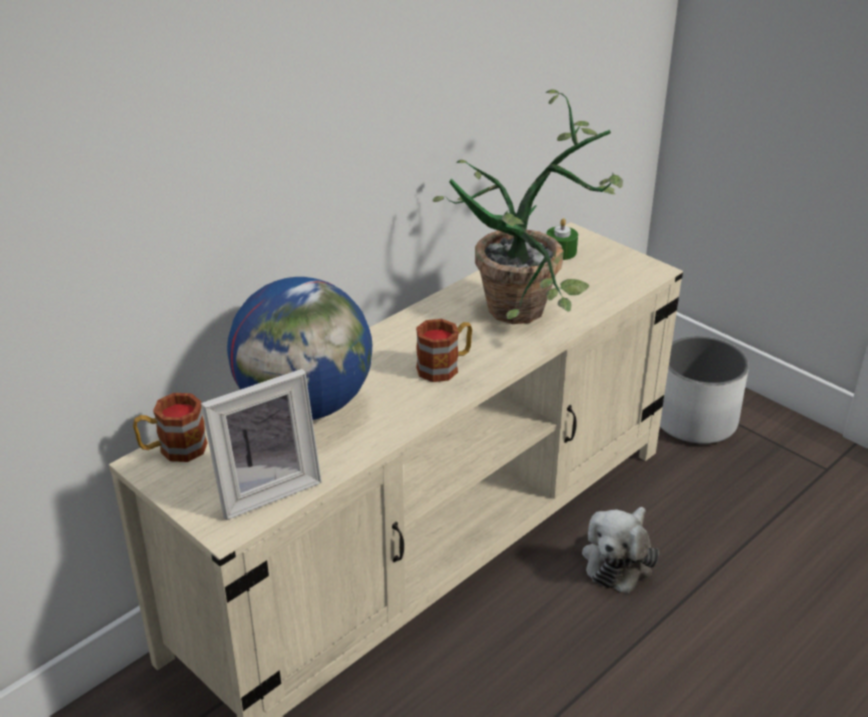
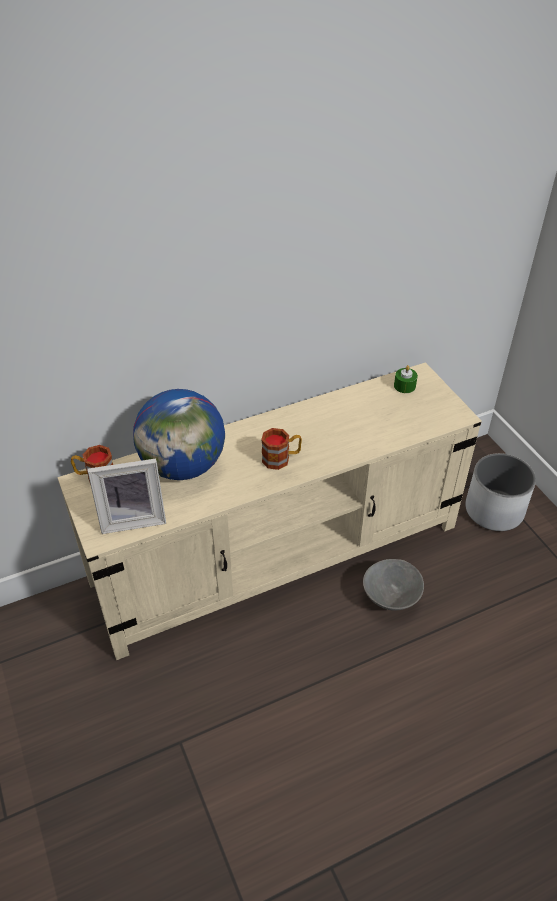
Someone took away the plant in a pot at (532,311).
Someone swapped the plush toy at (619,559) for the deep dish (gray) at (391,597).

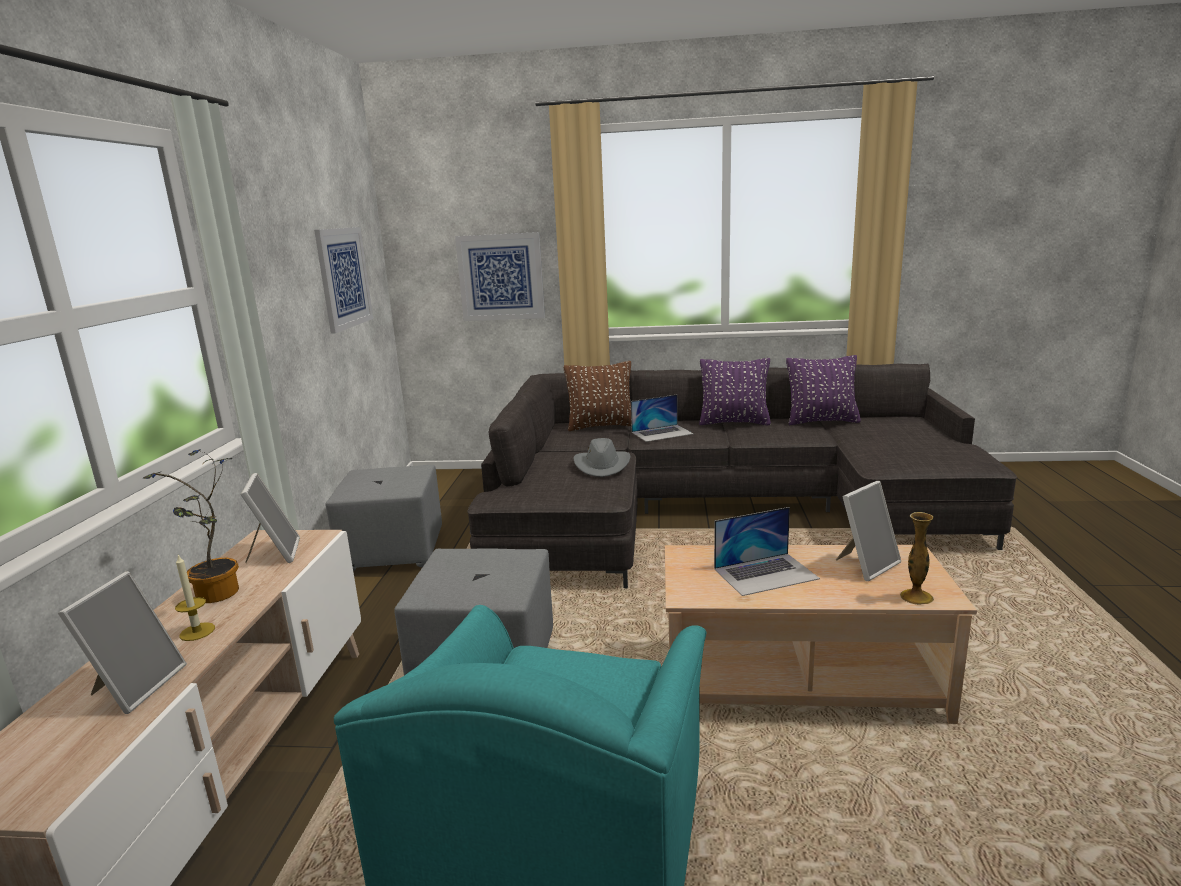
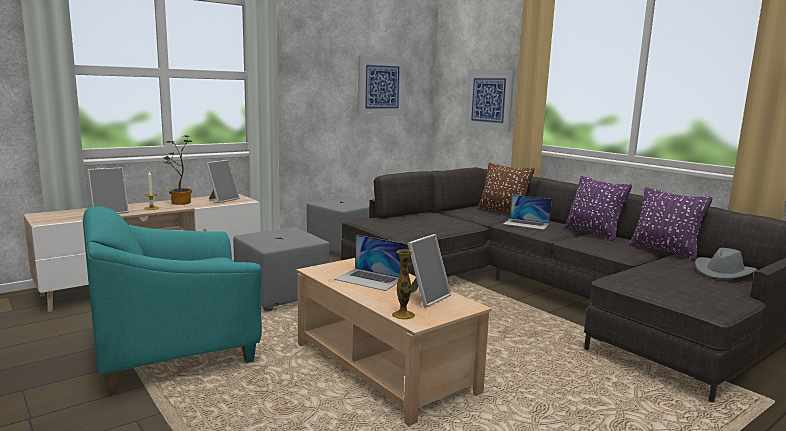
Someone carried the hat (gray) from (602,465) to (724,272).
Someone rotated the picture frame at (866,565) by 60 degrees counterclockwise.

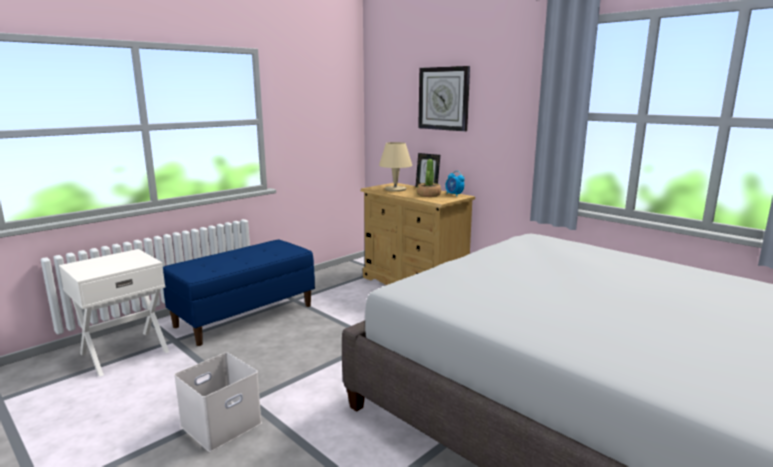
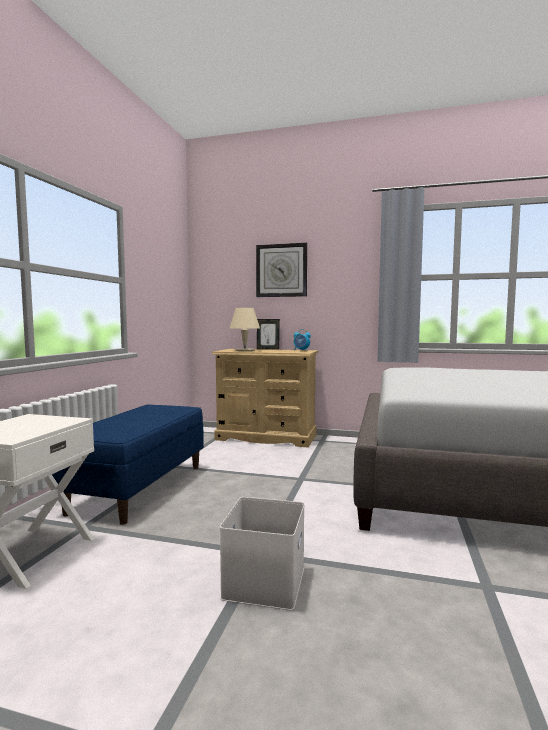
Someone took away the plant in a pot at (428,195).

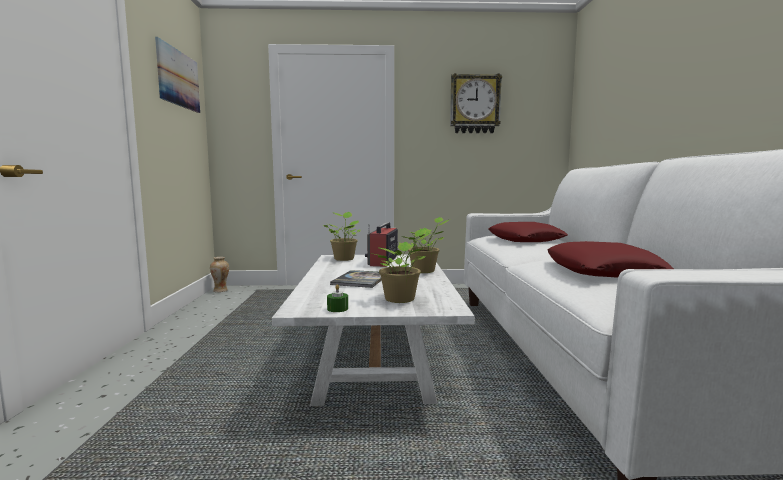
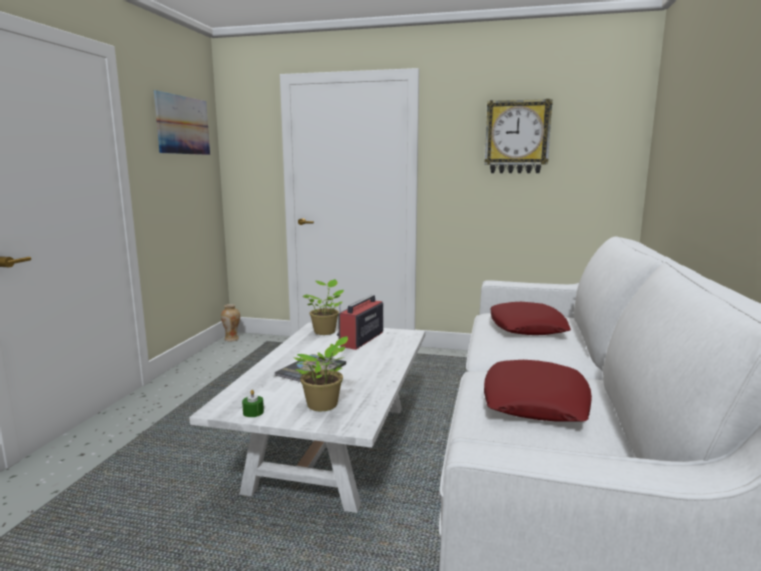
Someone took away the plant in a pot at (425,271).

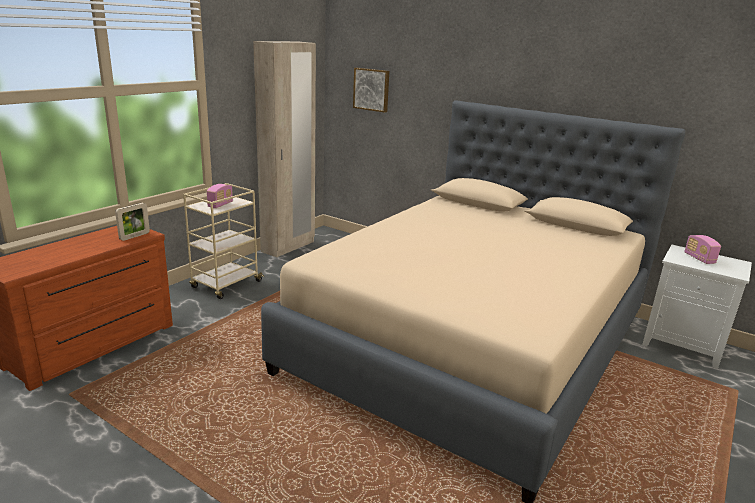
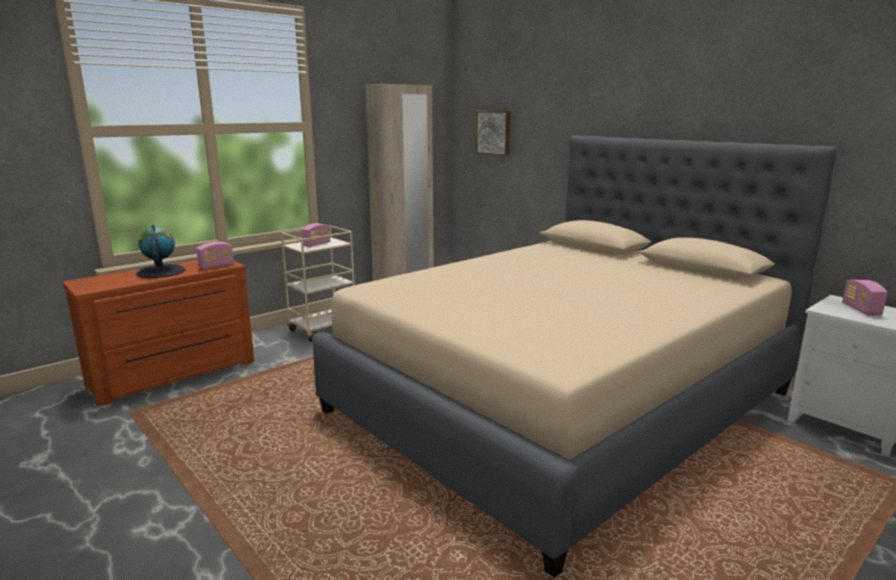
Someone put down the desk globe at (160,272).
Someone swapped the picture frame at (134,236) for the radio at (216,266).

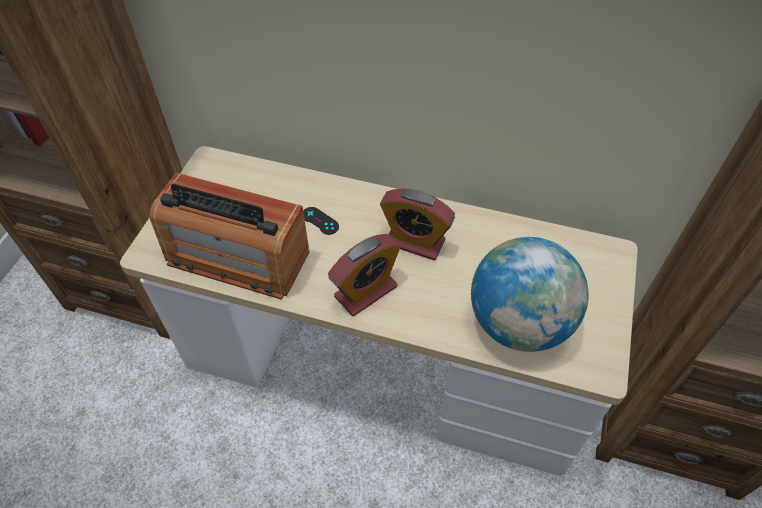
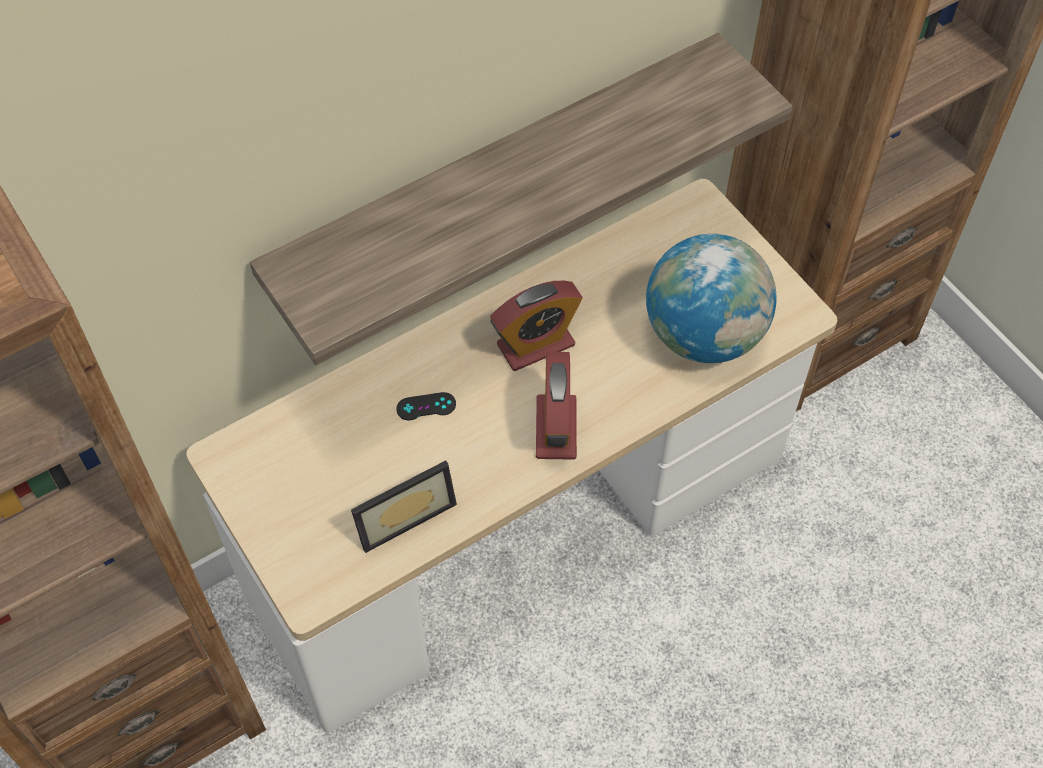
Someone put up the wall shelf at (497,175).
Someone swapped the radio at (237,258) for the picture frame at (402,513).

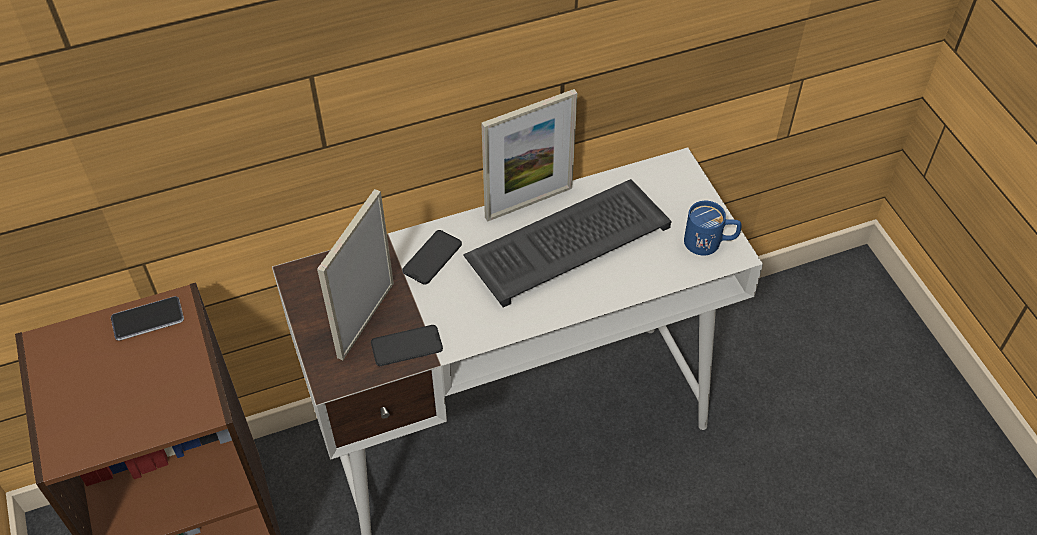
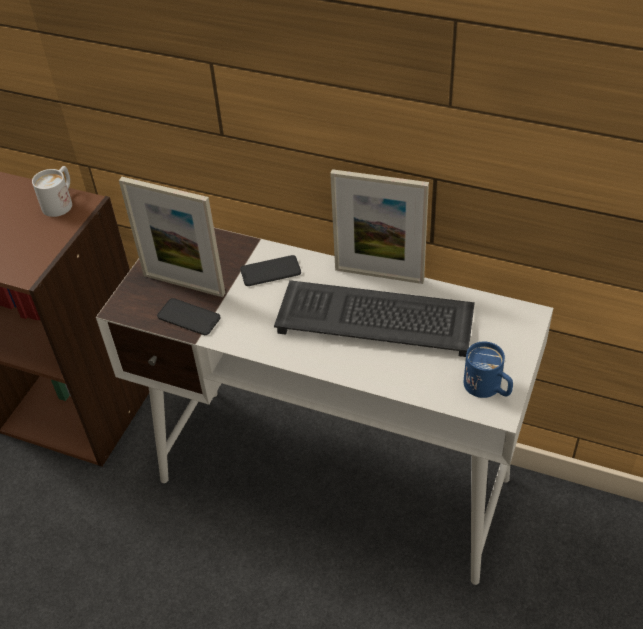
Someone swapped the handset at (148,319) for the coffee mug (white) at (61,202).
Someone rotated the picture frame at (366,320) by 135 degrees counterclockwise.

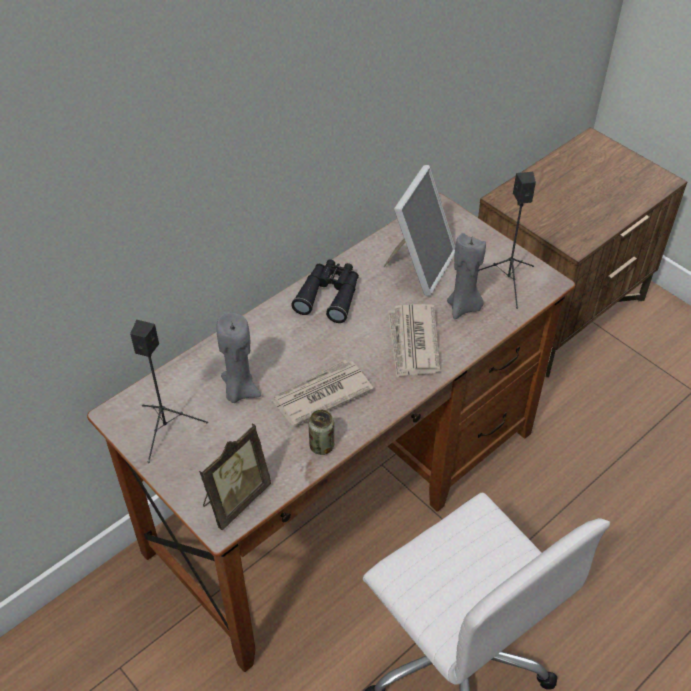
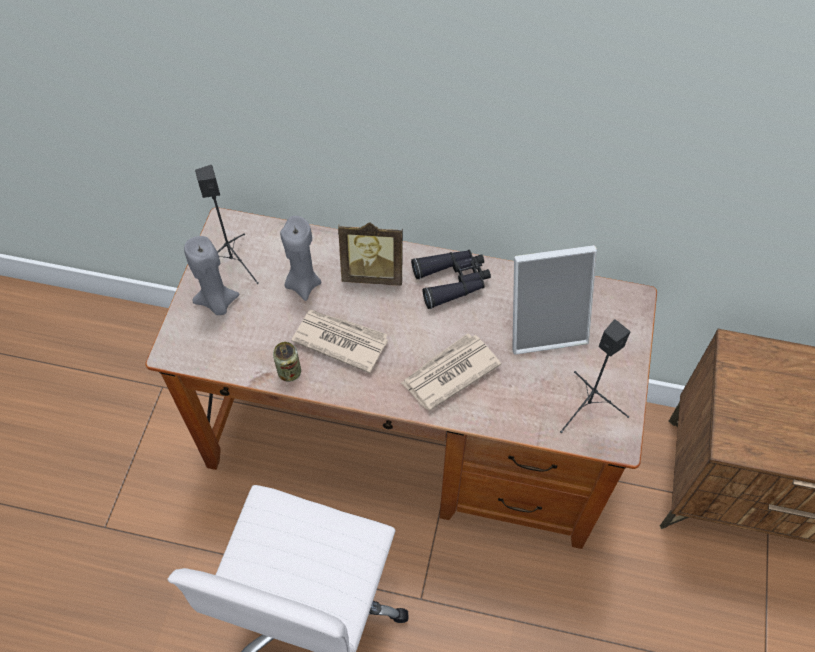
Someone carried the picture frame from (234,499) to (373,273).
Someone carried the wax candle (gray) from (464,307) to (217,303).

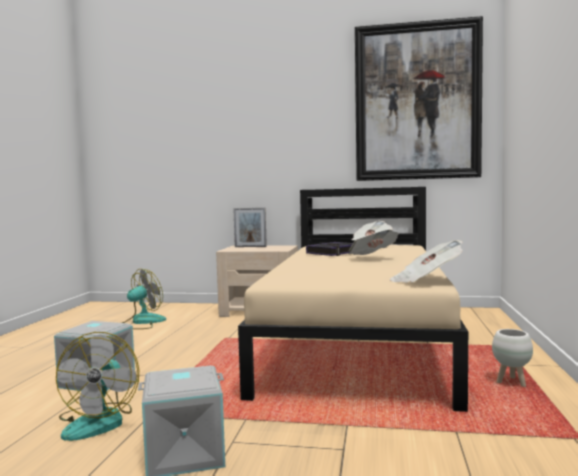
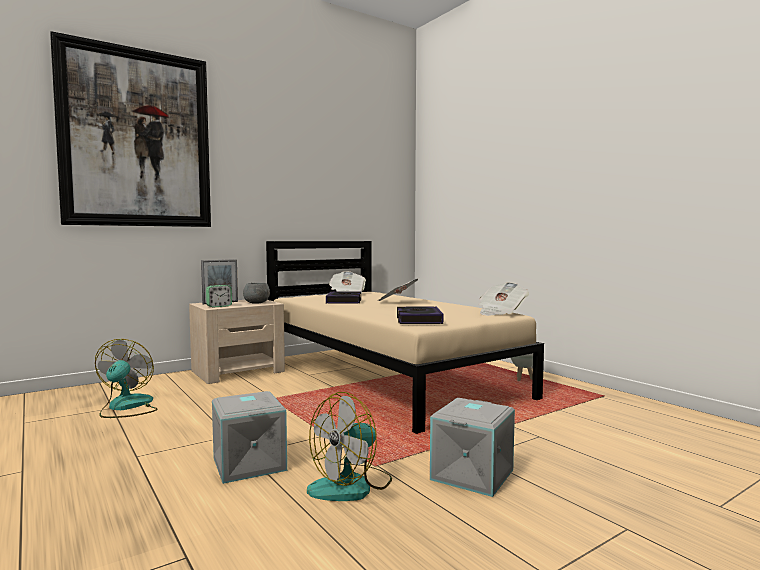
Someone put down the alarm clock at (219,306).
Someone put down the deep dish (gray) at (257,303).
Someone put down the volume at (418,320).
Someone carried the picture from (417,102) to (137,139).
Someone rotated the electric fan at (99,421) by 90 degrees clockwise.

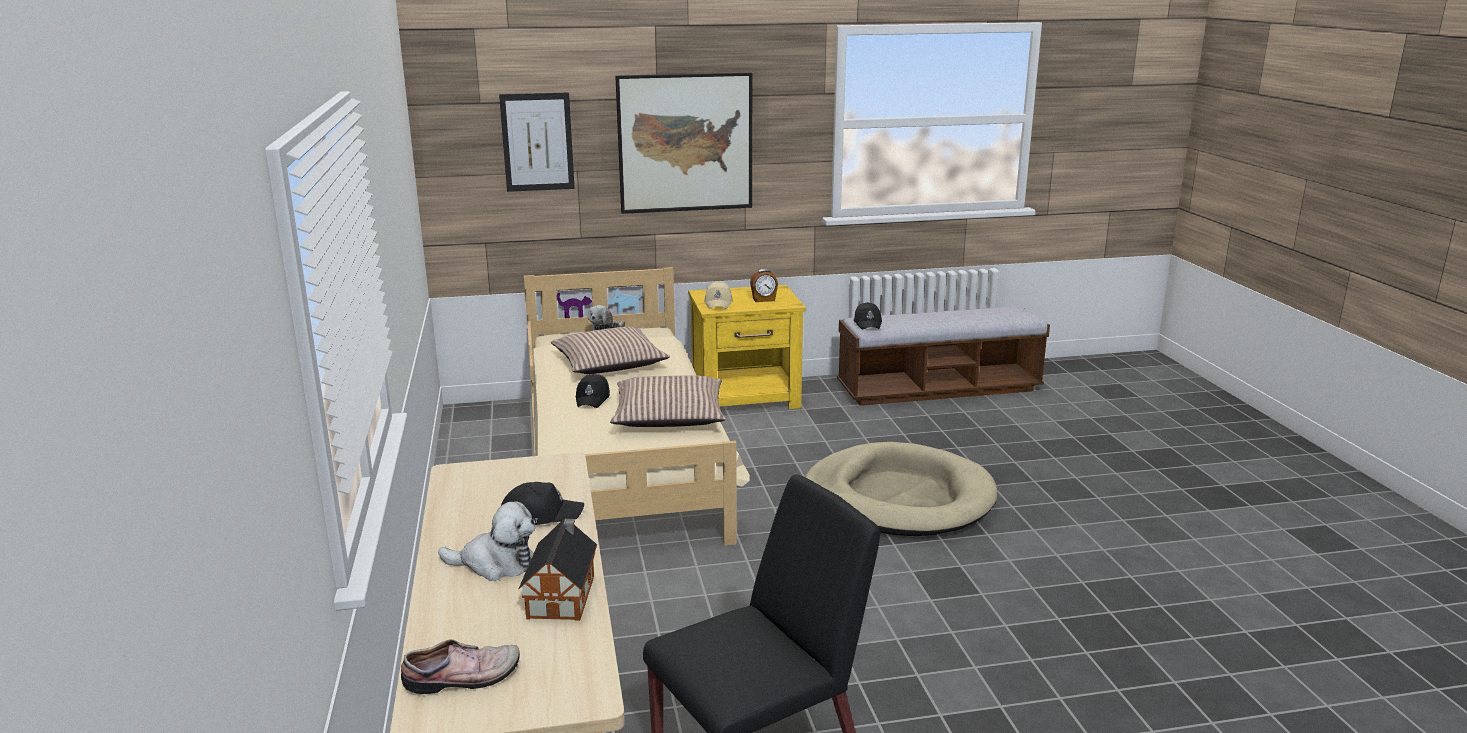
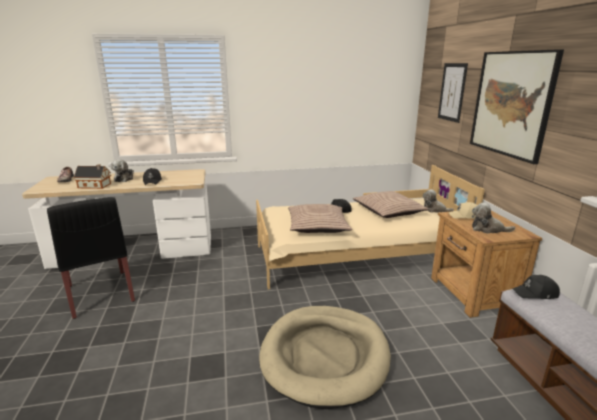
Someone swapped the alarm clock at (764,300) for the plush toy at (488,229).
Someone repainted the night table (yellow-coloured) at (747,398), which became the night table (brownish) at (473,294).

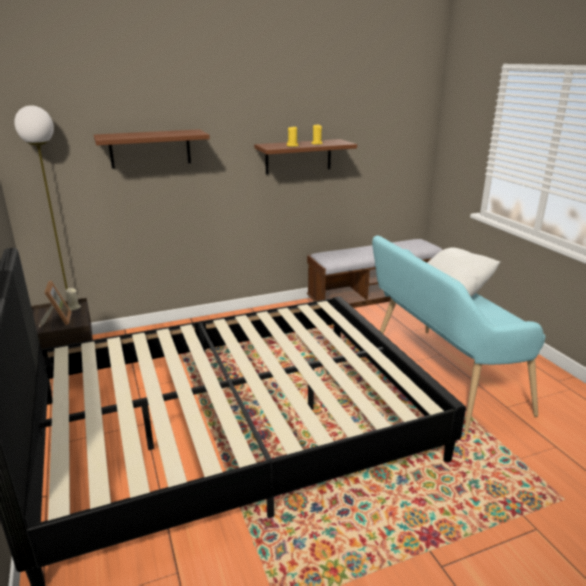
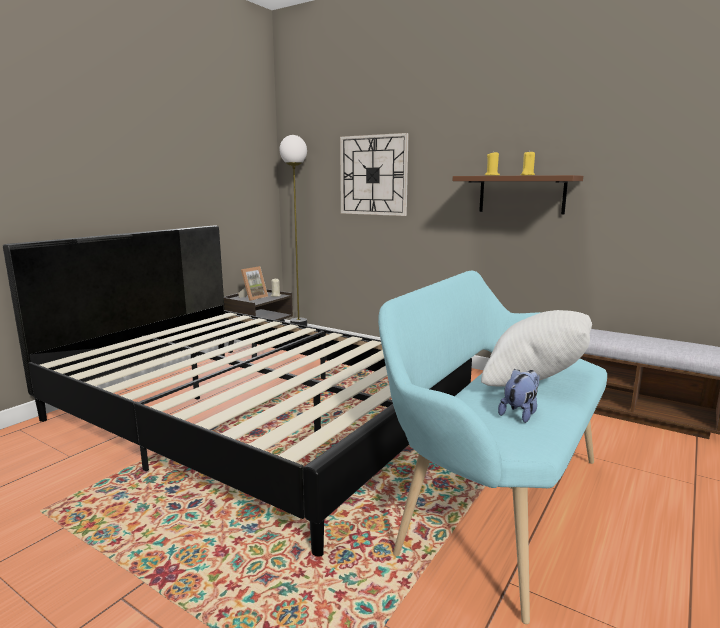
Someone put down the plush toy at (520,413).
Someone swapped the wall shelf (brownish) at (150,148) for the wall clock at (373,175).

